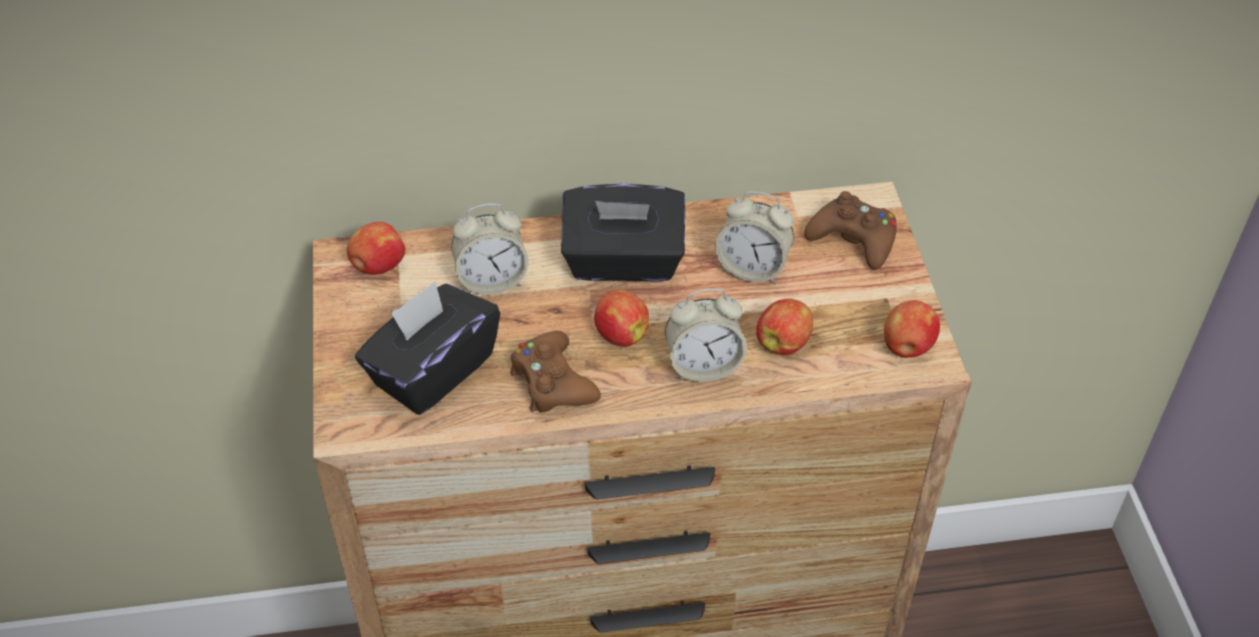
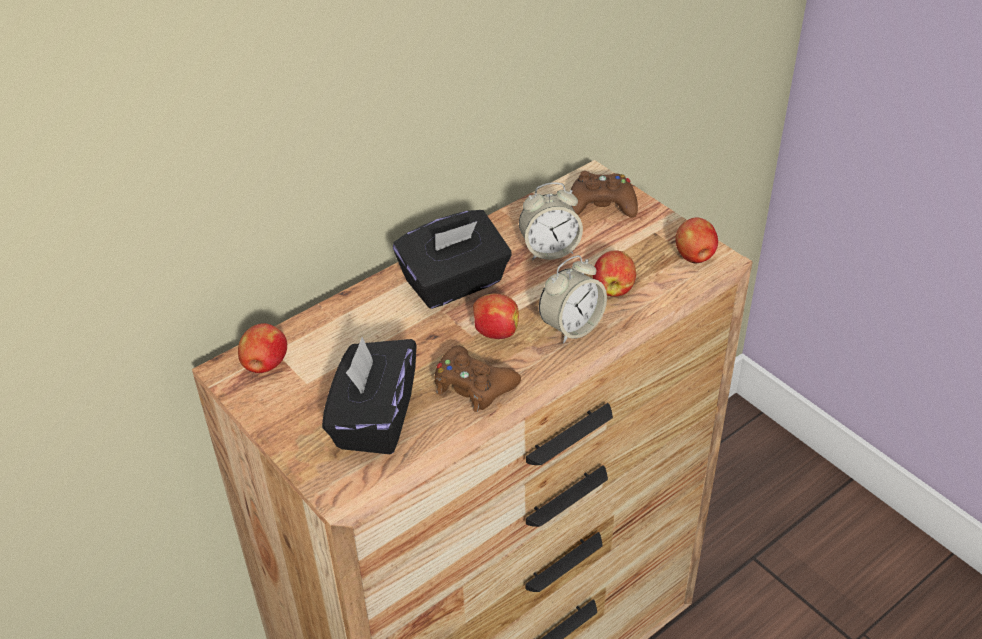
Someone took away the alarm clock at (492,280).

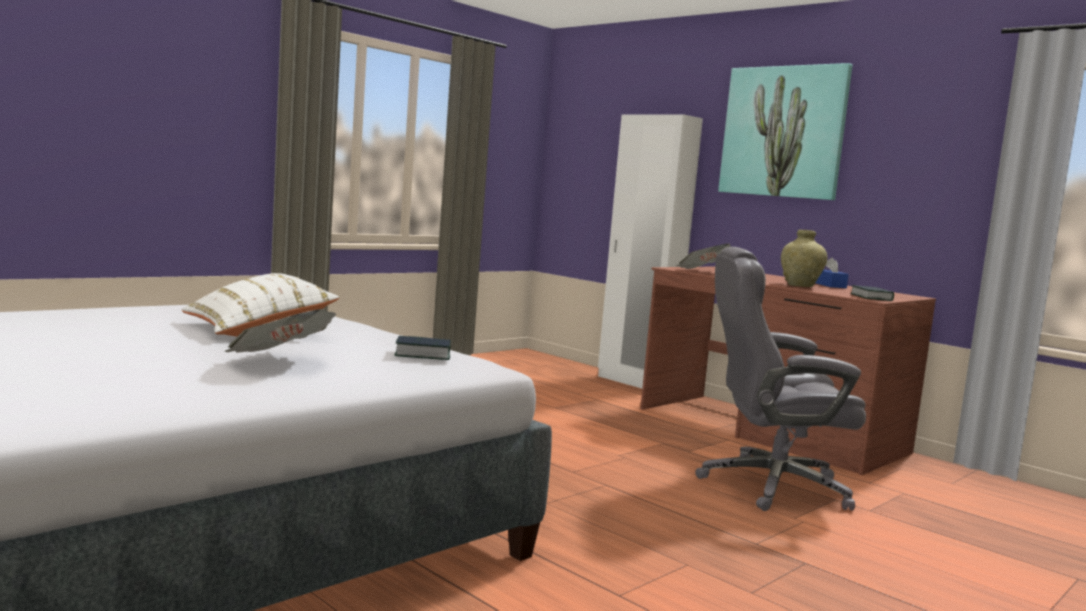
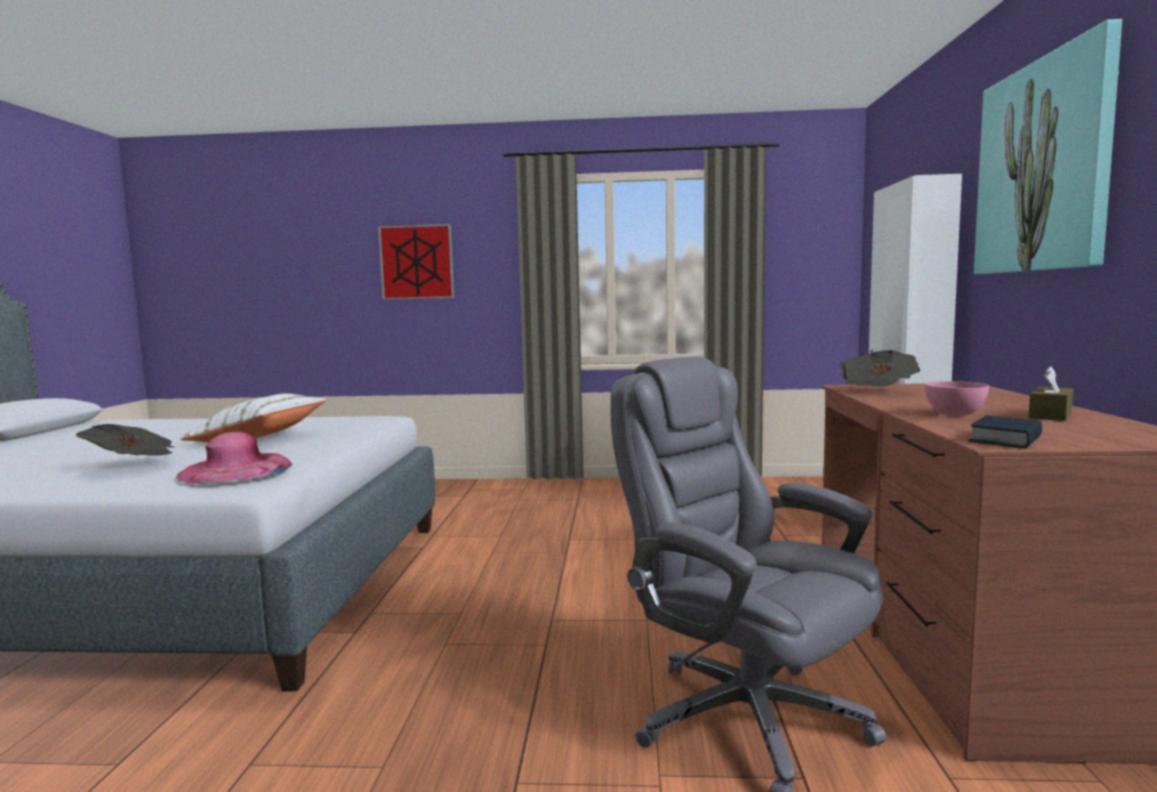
Someone put up the picture at (416,262).
Someone swapped the volume at (422,354) for the hat (pink-coloured) at (235,469).
Someone swapped the vase (beige-coloured) at (800,286) for the deep dish (pink-coloured) at (955,414).
Someone repainted the tissue holder (blue-coloured) at (830,285), which became the tissue holder (brownish) at (1050,415).

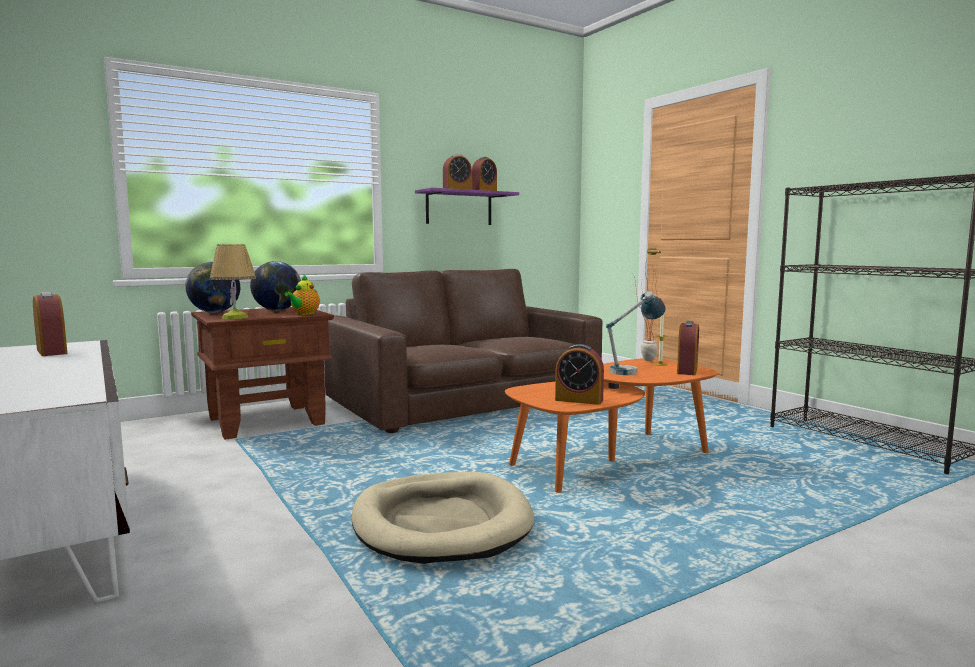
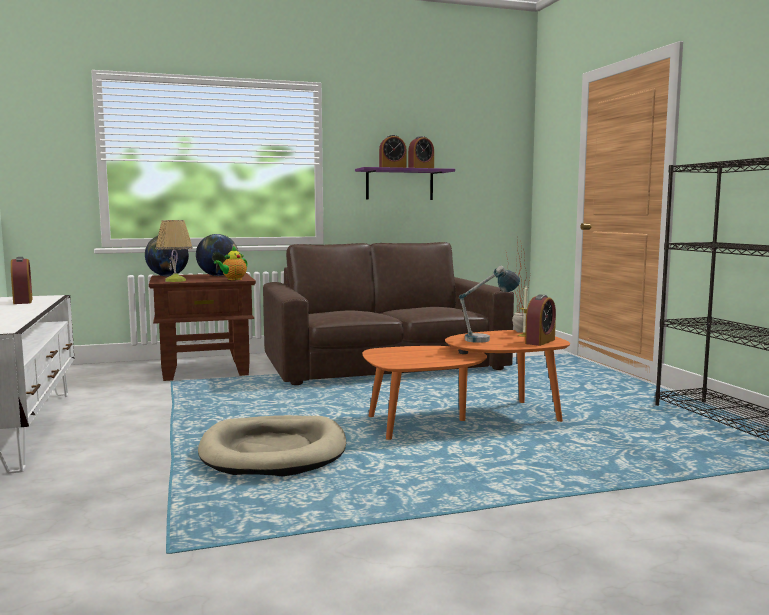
Someone took away the alarm clock at (579,400).

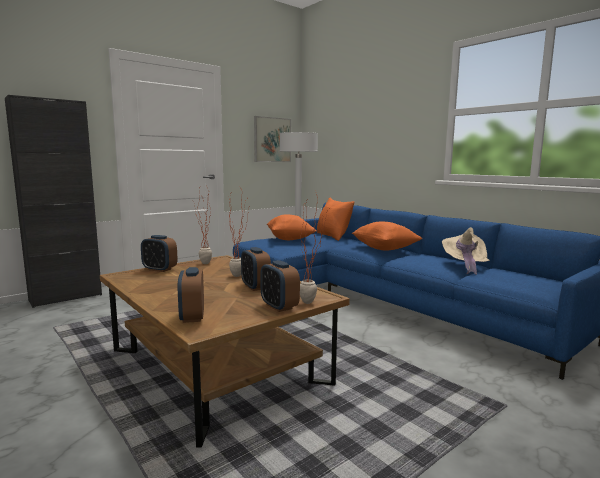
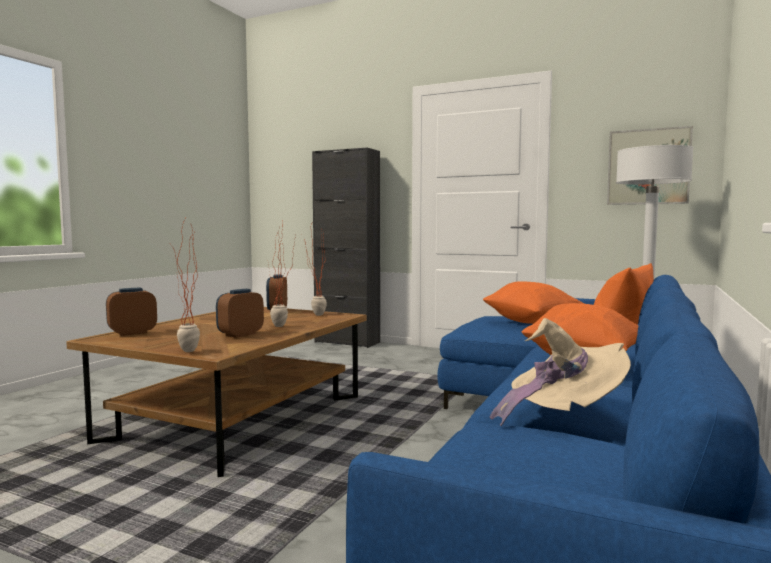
Someone took away the alarm clock at (279,306).

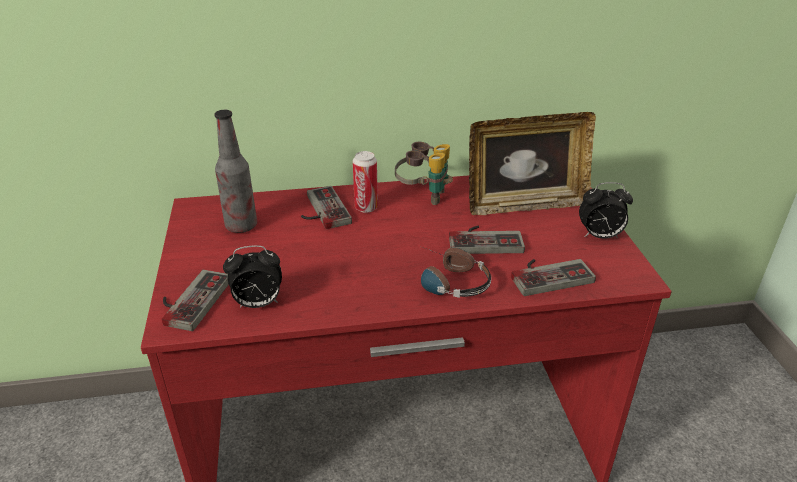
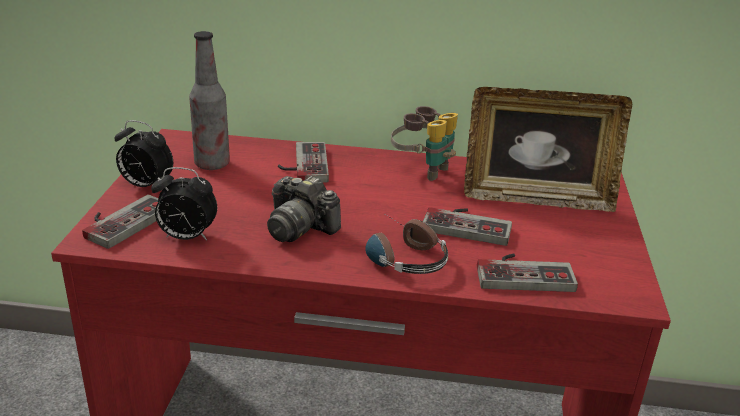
Someone took away the sealed can at (366,208).
Someone put down the still camera at (299,227).
Someone carried the alarm clock from (599,236) to (145,186).

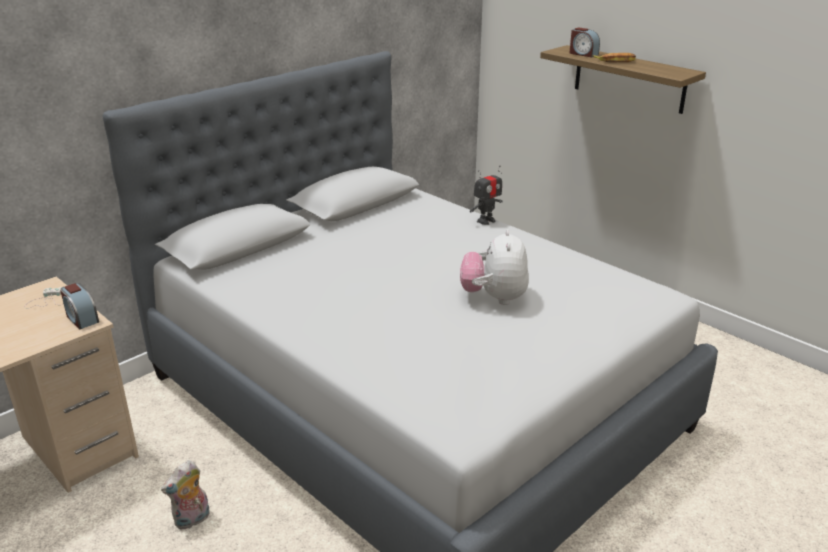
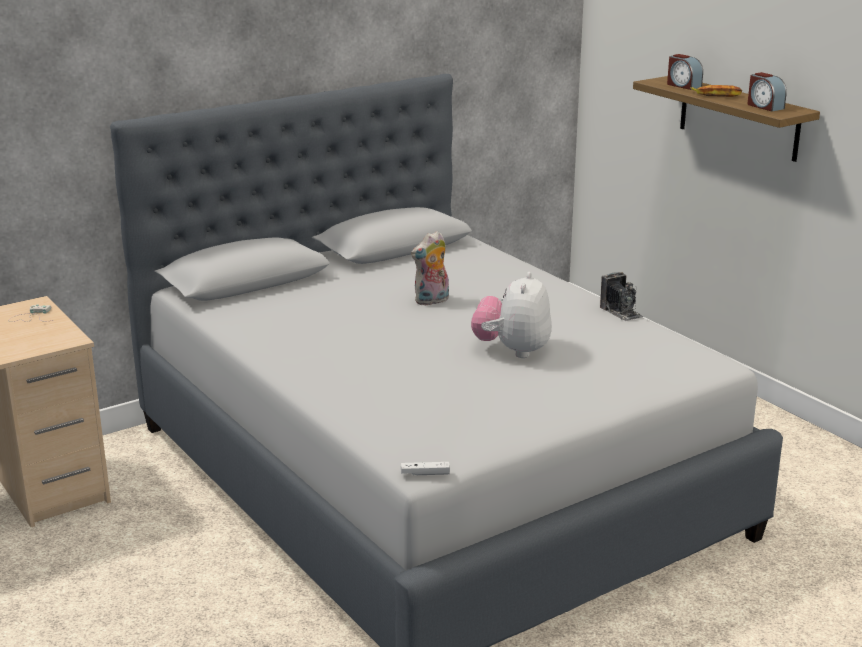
Someone took away the model robot at (486,221).
Someone put down the joypad (white) at (425,473).
Someone put down the still camera at (621,312).
Someone carried the alarm clock from (81,318) to (764,106).
Someone carried the plush toy from (192,520) to (432,301).

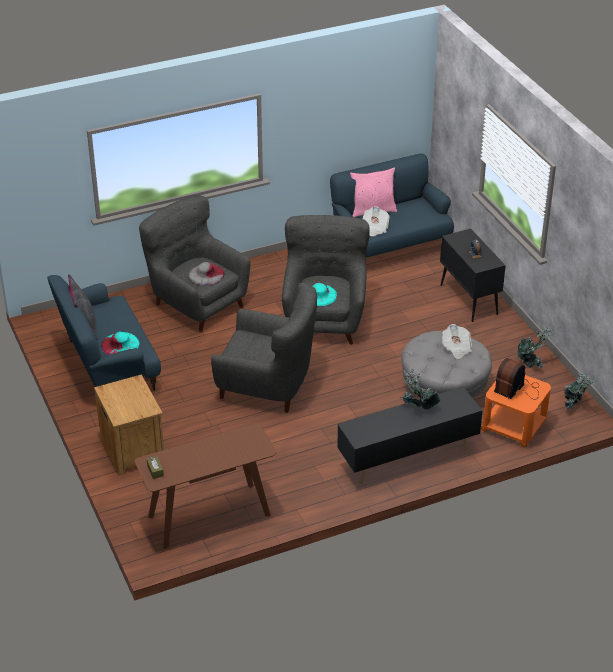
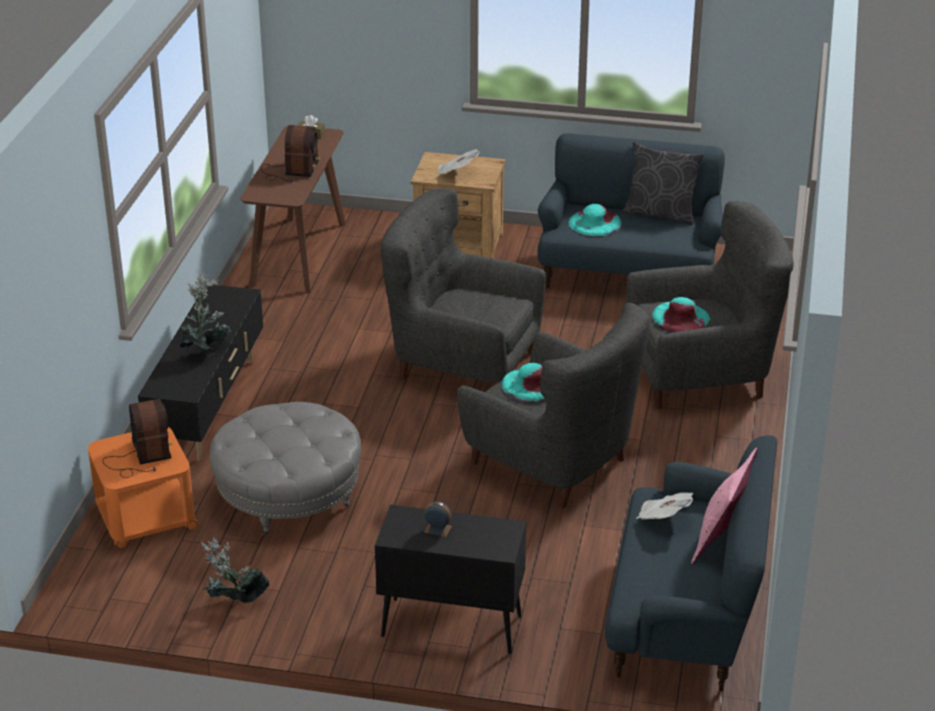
Someone took away the plant in a pot at (574,406).
Someone put down the radio at (291,171).
Someone carried the newspaper from (456,348) to (457,172).
Someone repainted the hat (gray) at (206,274), which became the hat (turquoise-coloured) at (680,317).
Someone rotated the easy chair (gray) at (267,386) by 60 degrees clockwise.

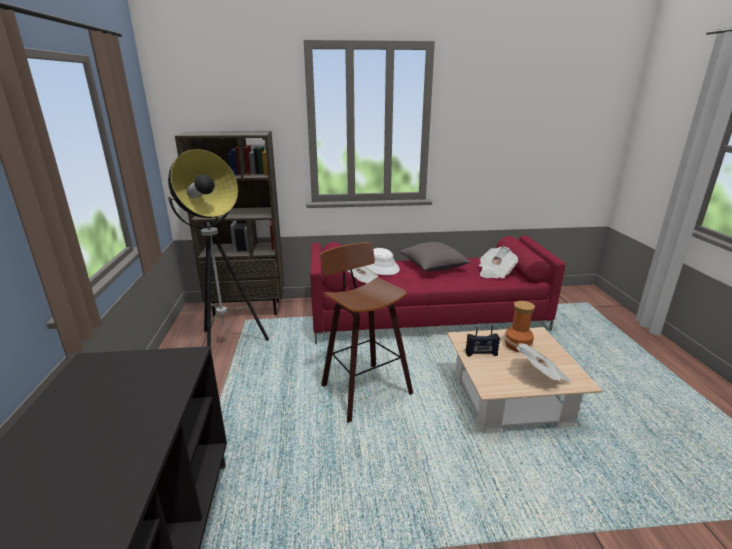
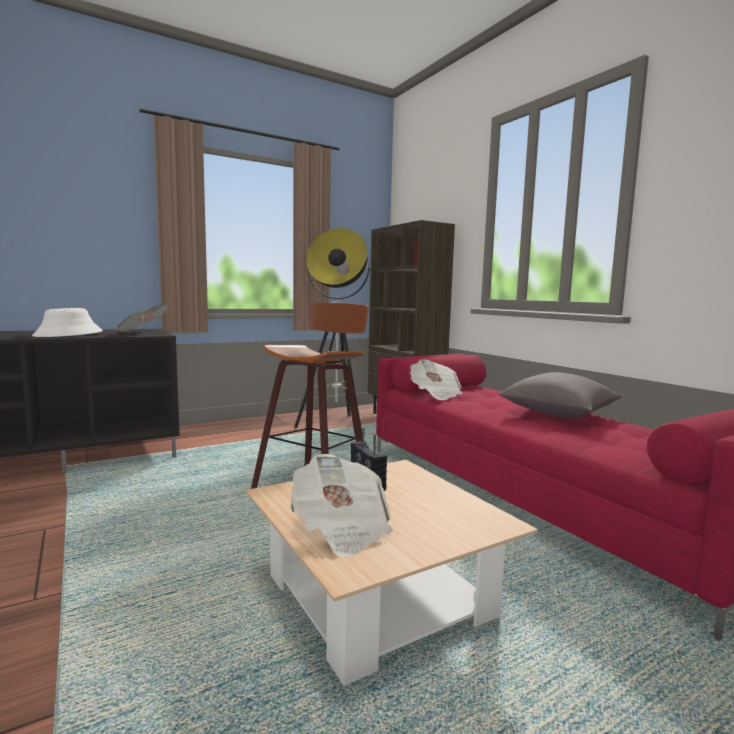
Someone took away the vase at (517,345).
Someone carried the hat (white) from (381,267) to (69,334).
Someone carried the newspaper from (495,272) to (142,332).

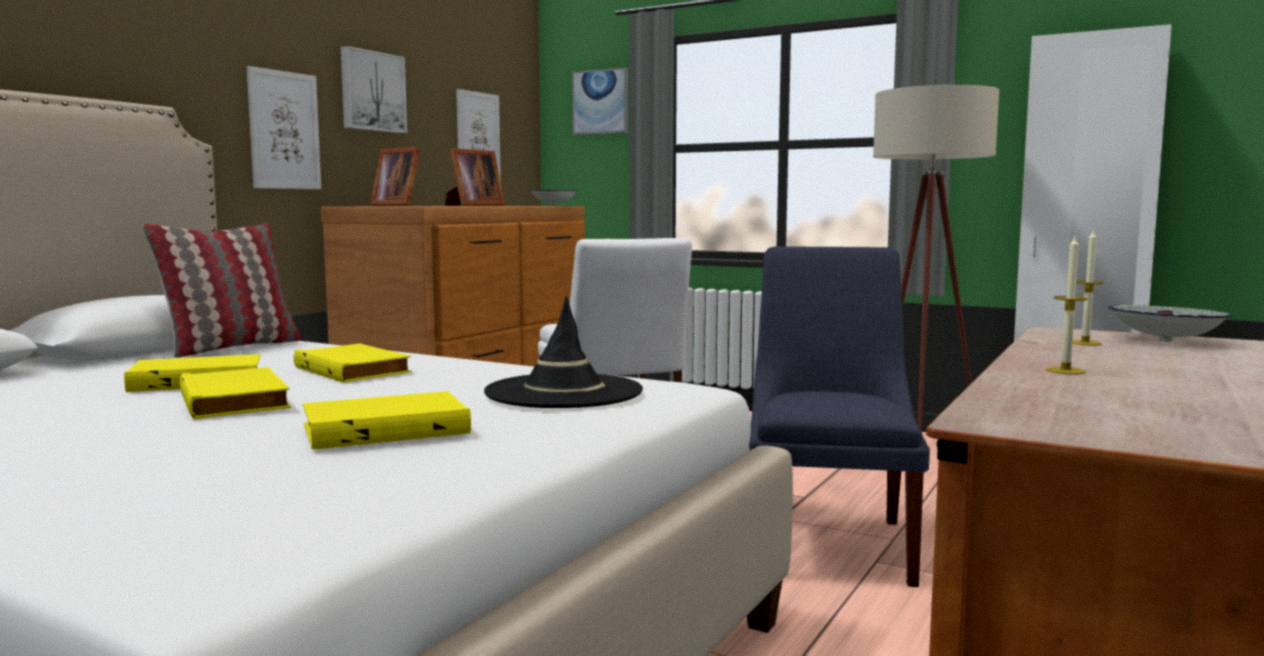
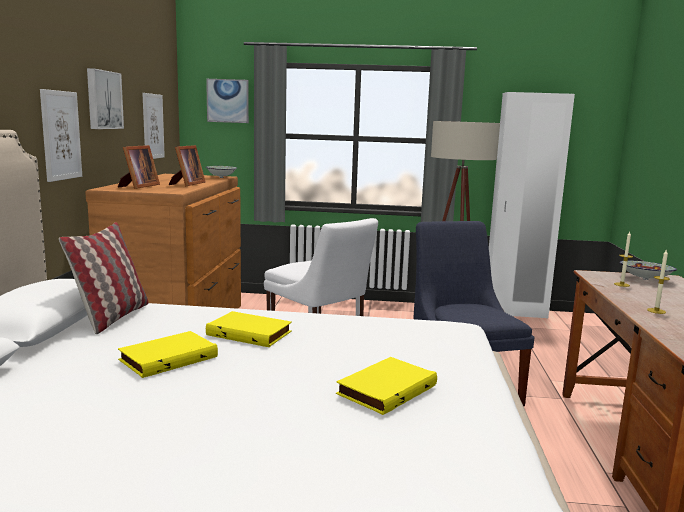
Someone took away the volume (yellow-coloured) at (237,401).
Someone took away the hat (blackish) at (563,392).
Someone rotated the picture frame at (398,205) by 90 degrees counterclockwise.

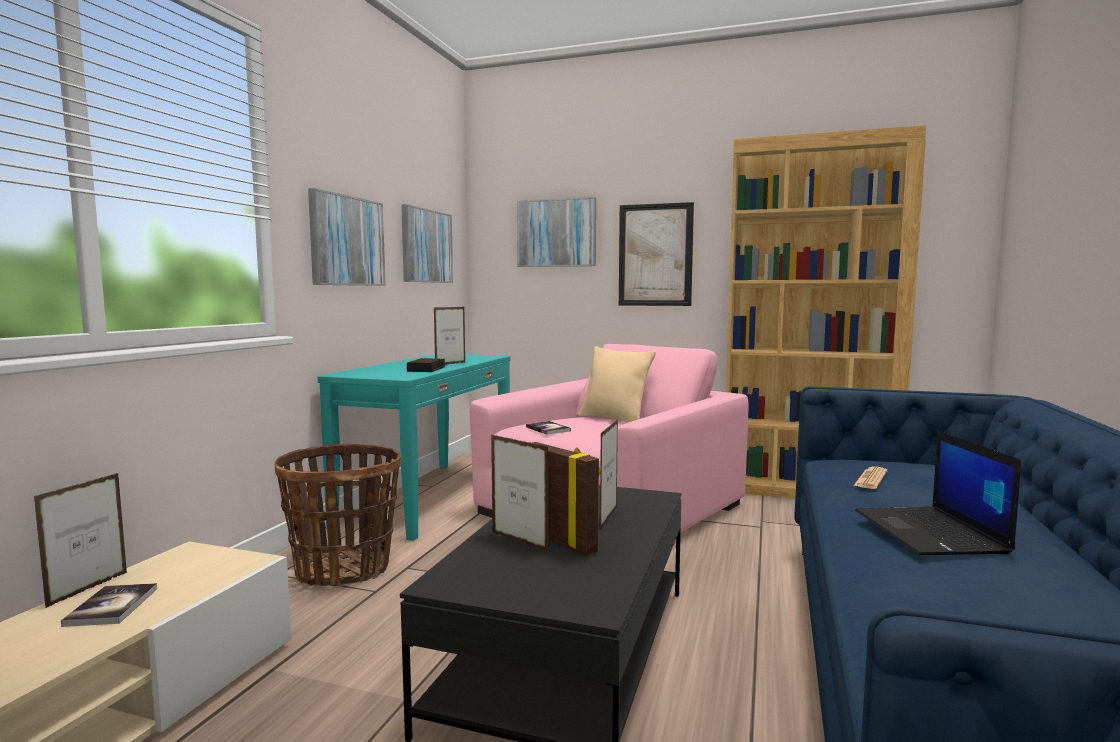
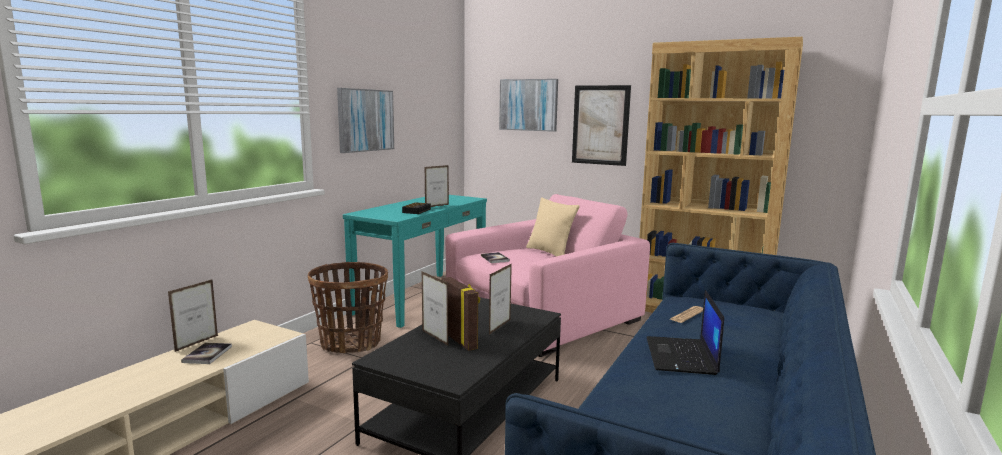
Someone took away the picture at (426,246).

